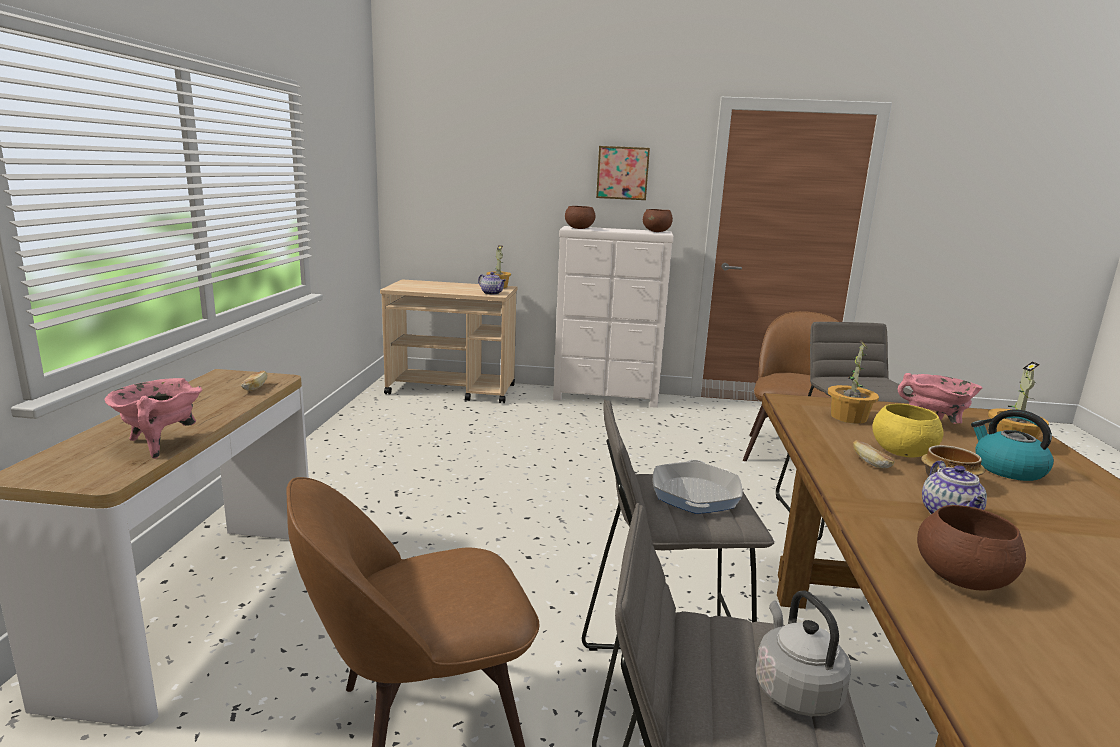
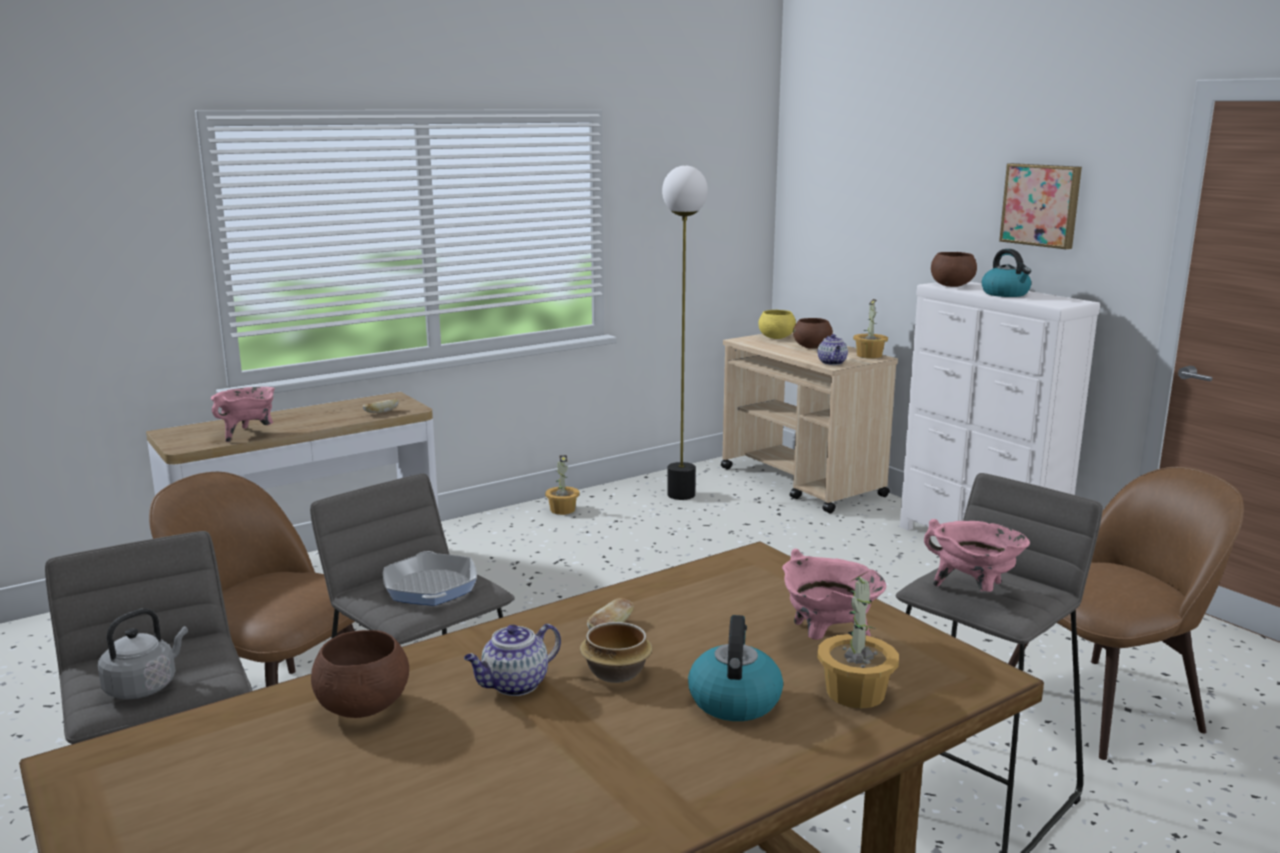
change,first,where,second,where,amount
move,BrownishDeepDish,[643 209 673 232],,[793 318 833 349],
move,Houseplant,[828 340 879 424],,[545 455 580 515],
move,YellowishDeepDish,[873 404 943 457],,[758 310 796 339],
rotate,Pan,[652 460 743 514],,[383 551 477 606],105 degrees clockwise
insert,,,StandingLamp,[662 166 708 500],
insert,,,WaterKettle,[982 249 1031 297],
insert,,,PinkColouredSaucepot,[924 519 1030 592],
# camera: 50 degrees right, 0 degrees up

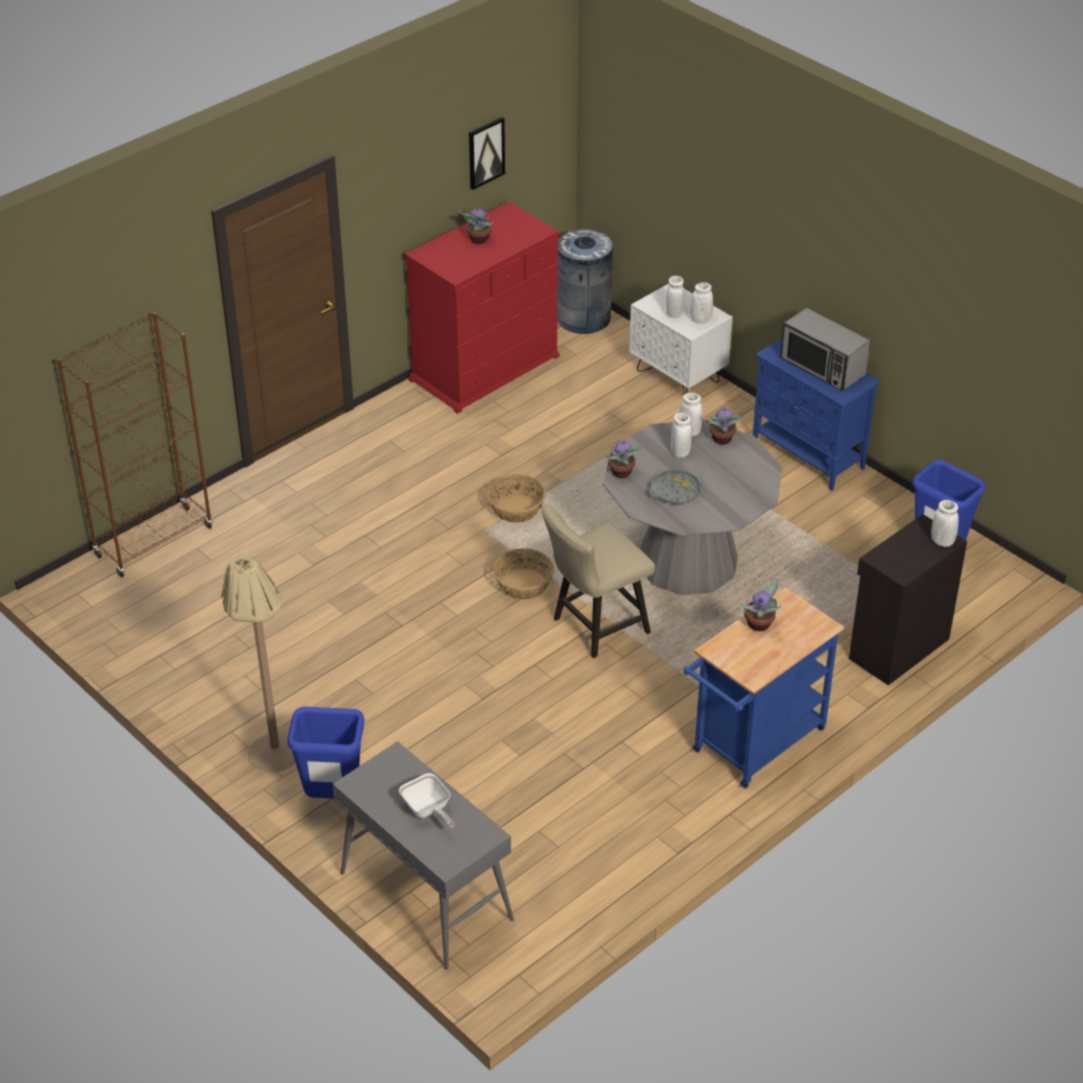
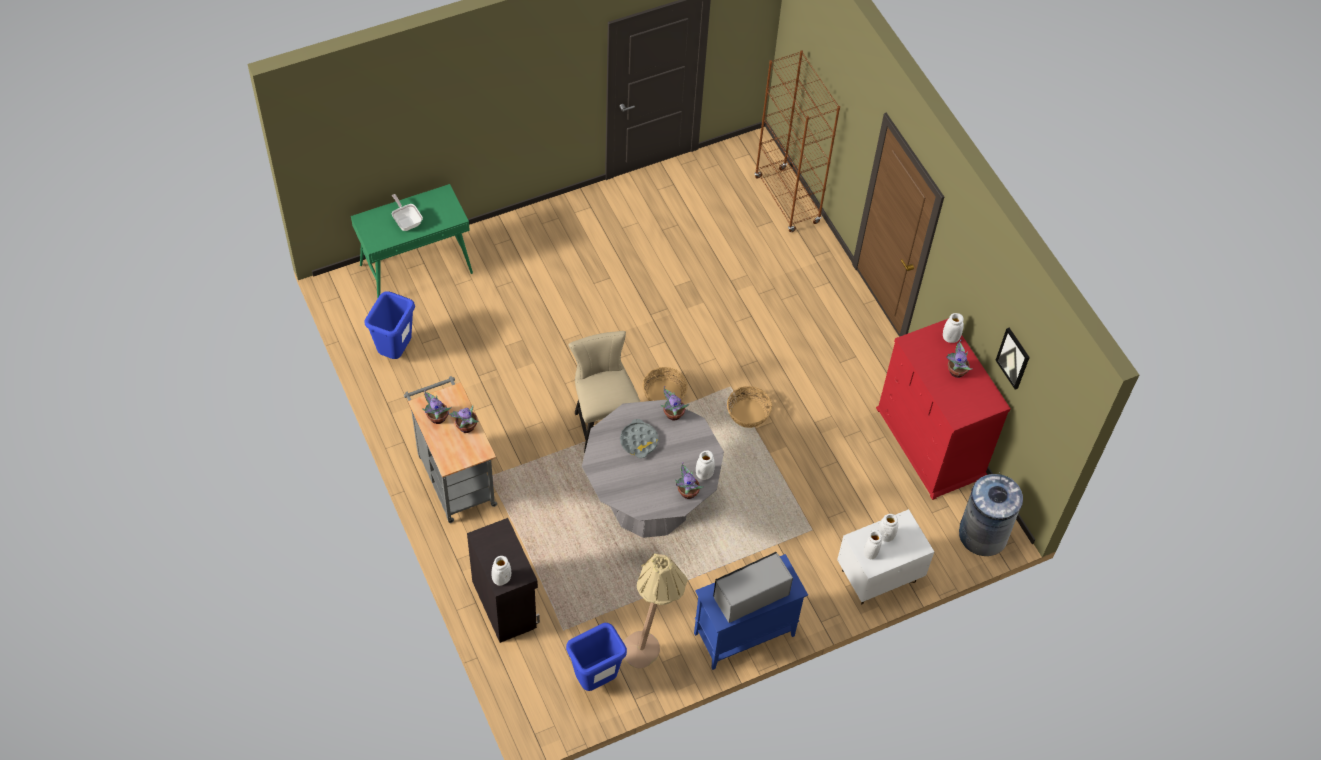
change,first,where,second,where,amount
move,WhitishFlowerVase,[671 412 691 457],,[943 313 964 343],
move,BeigeStandingLamp,[221 555 296 772],,[623 554 688 669],
recolor,BlueColouredTrolley,[683 587 844 788],GrayTrolley,[404 376 497 523],
move,BlueColouredTrashCan,[287 707 364 799],,[364 291 415 359],
recolor,GrayHallTable,[333 741 514 970],GreenColouredHallTable,[351 184 473 299],
rotate,Pan,[399 773 454 828],,[392 194 423 231],75 degrees clockwise
insert,,,Houseplant,[422 389 452 424],
# camera: 105 degrees right, 15 degrees up

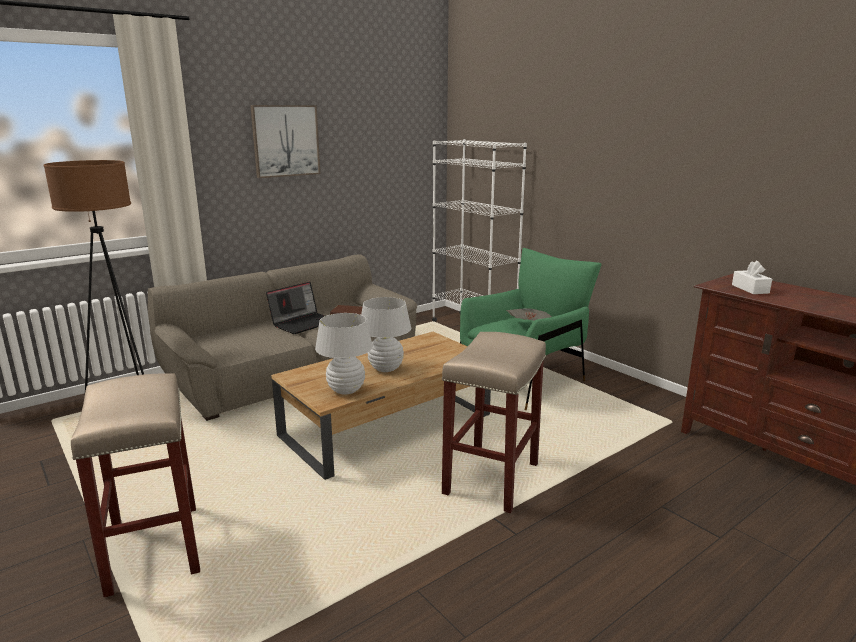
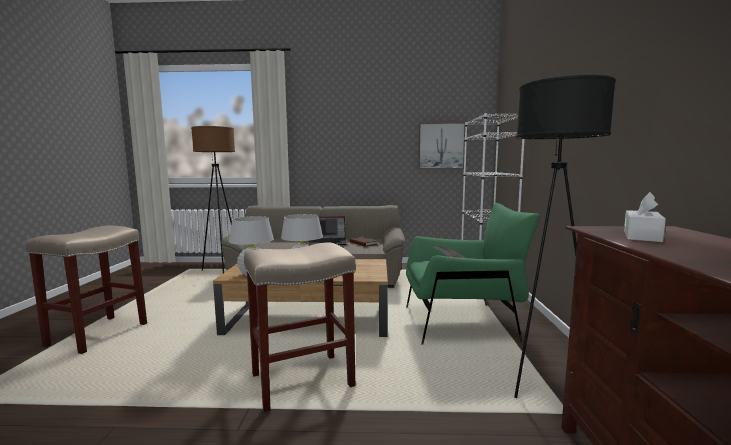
change,first,where,second,where,amount
move,WallArt,[250 105 321 178],,[418 122 465 169],
insert,,,BlackishStandingLamp,[514 75 616 398],
# camera: 40 degrees right, 10 degrees down

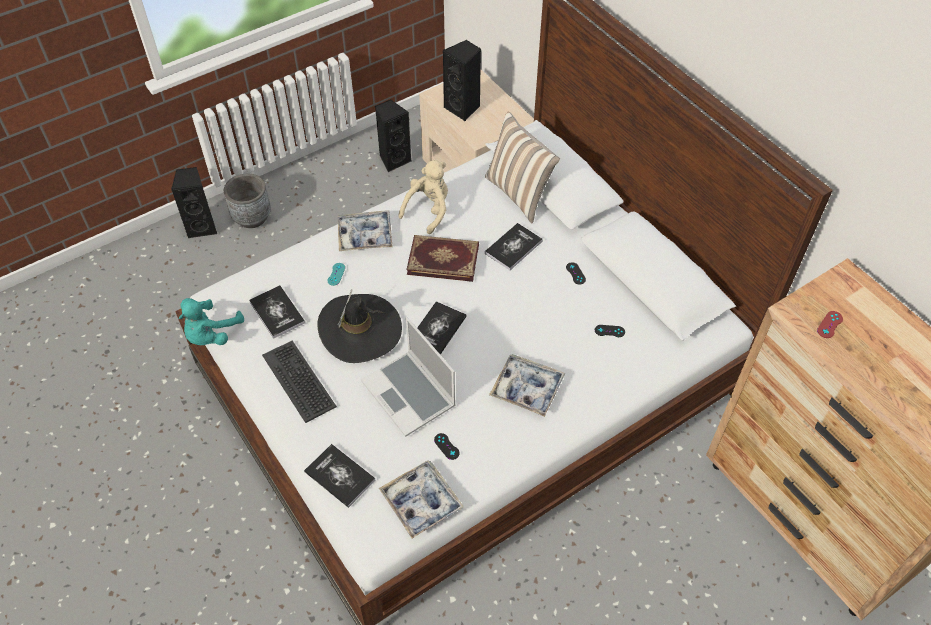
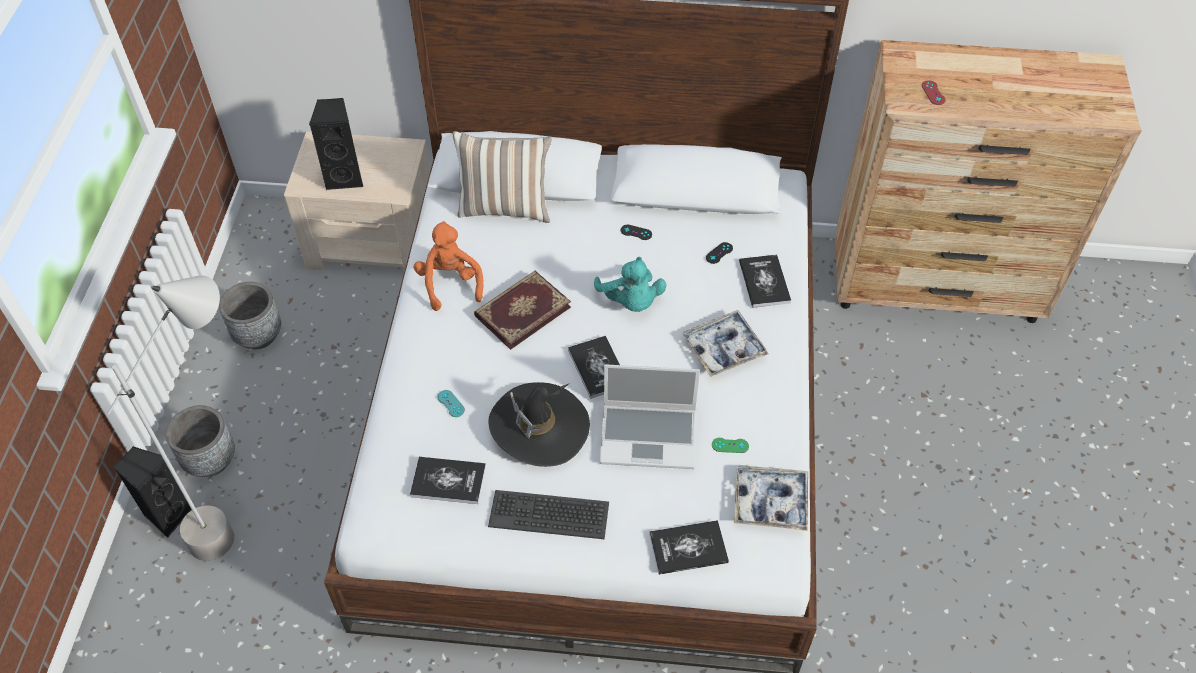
change,first,where,second,where,amount
delete,BlackishLoudspeaker,[375 99 411 172],,,
recolor,BeigeCuddlyToy,[398 160 448 234],OrangeyCuddlyToy,[414 221 483 311],
delete,Tray,[338 210 393 251],,,
move,Book,[485 223 543 270],,[739 254 791 308],
move,TurquoiseCuddlyToy,[179 298 244 345],,[594 257 666 312],
recolor,BlackishGameController,[434 433 460 460],GreenColouredGameController,[712 438 749 453],
insert,,,GrayStandingLamp,[107 275 234 561],
insert,,,GrayPlanter,[219 282 281 349],
# camera: 50 degrees left, 0 degrees up

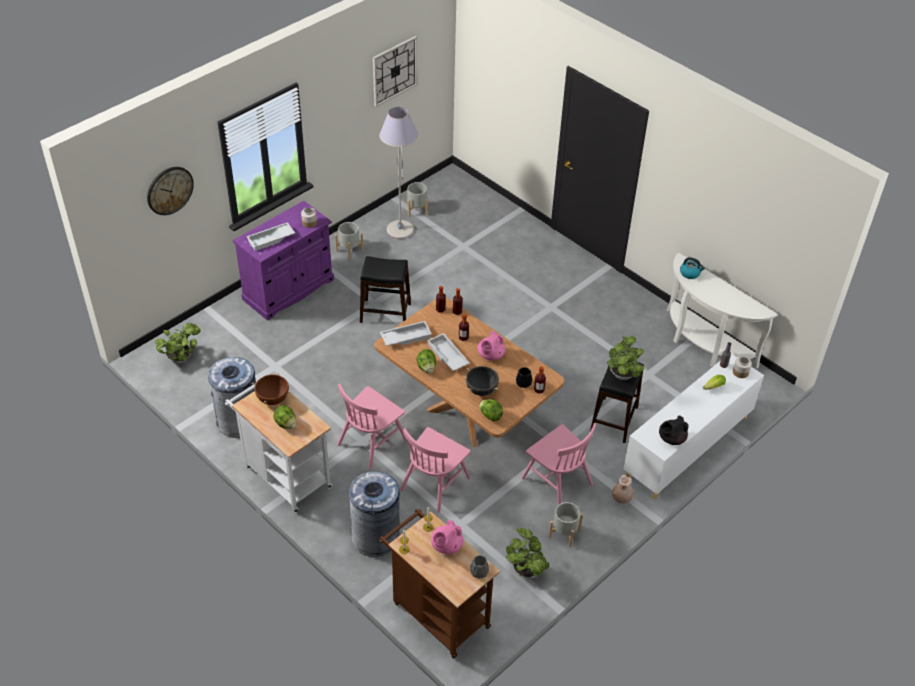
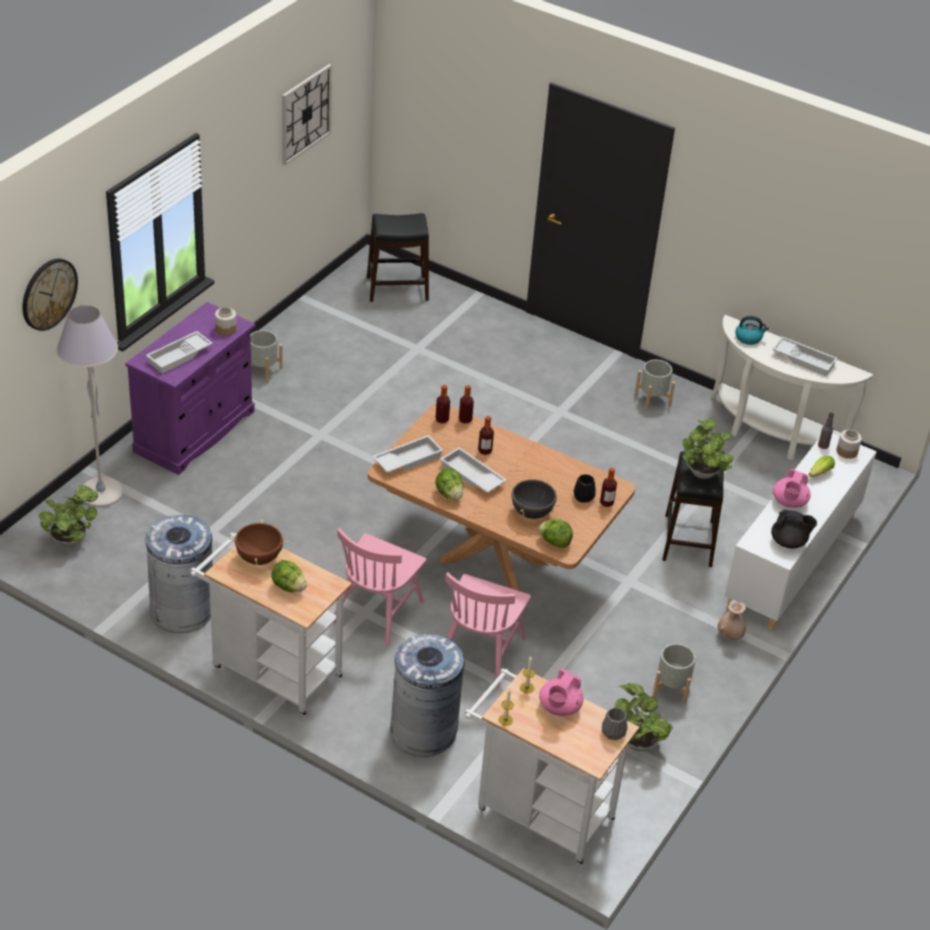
change,first,where,second,where,amount
move,GrayStandingLamp,[379 107 418 239],,[56 305 123 507],
move,GrayPlanter,[407 182 428 217],,[635 360 675 411],
move,BlackishStool,[360 256 411 323],,[367 213 429 302],
move,PinkColouredTeaPot,[477 331 505 360],,[773 469 810 508],
rotate,BlackishTeaPot,[659 415 688 445],,[771 509 817 549],120 degrees counterclockwise
delete,PinkColouredUprightChair,[521 423 596 505],,,
recolor,BrownishTrolley,[379 509 500 659],WhitishTrolley,[465 668 639 866],
insert,,,WhitishTray,[772 336 838 376],
# camera: 15 degrees left, 5 degrees down

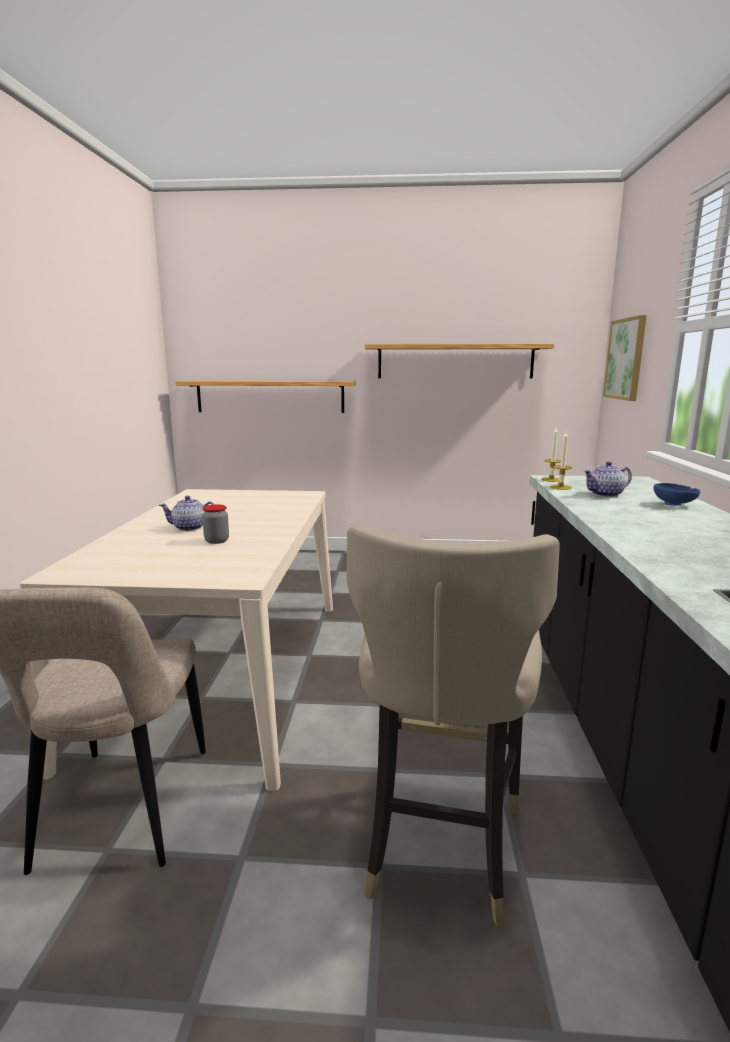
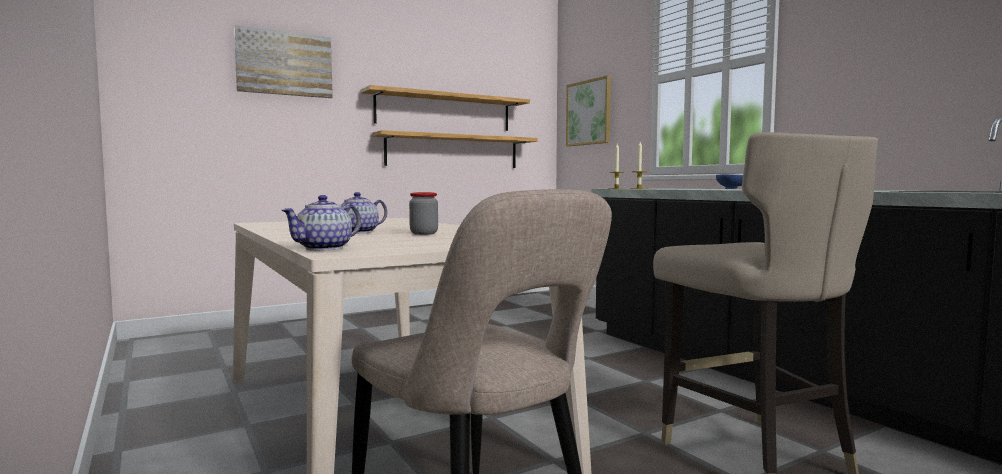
change,first,where,second,where,amount
move,Shelf,[175 381 356 413],,[372 130 538 168],
move,TeaPot,[583 461 632 497],,[281 195 361 250],
insert,,,WallArt,[234 25 333 98],
# camera: 35 degrees left, 10 degrees down

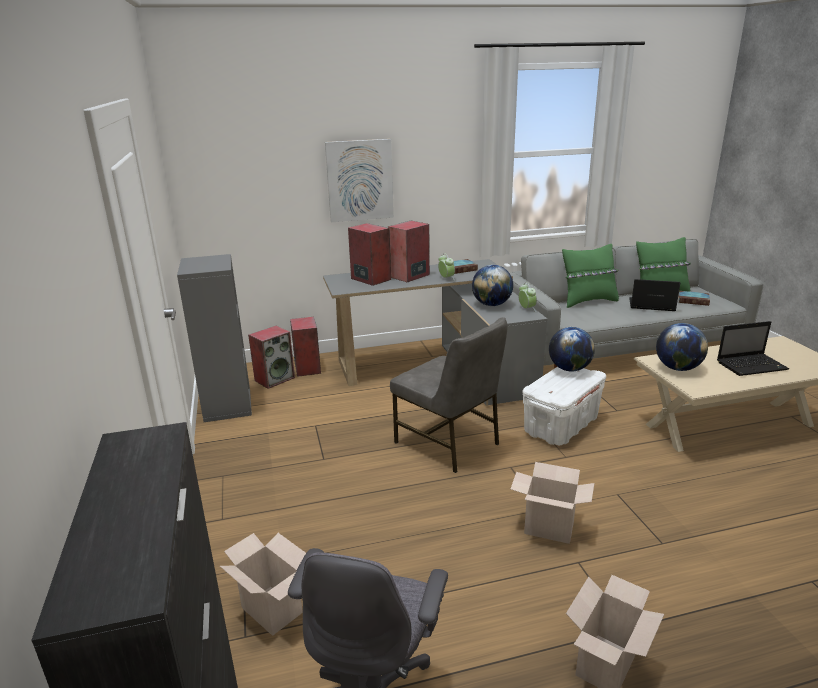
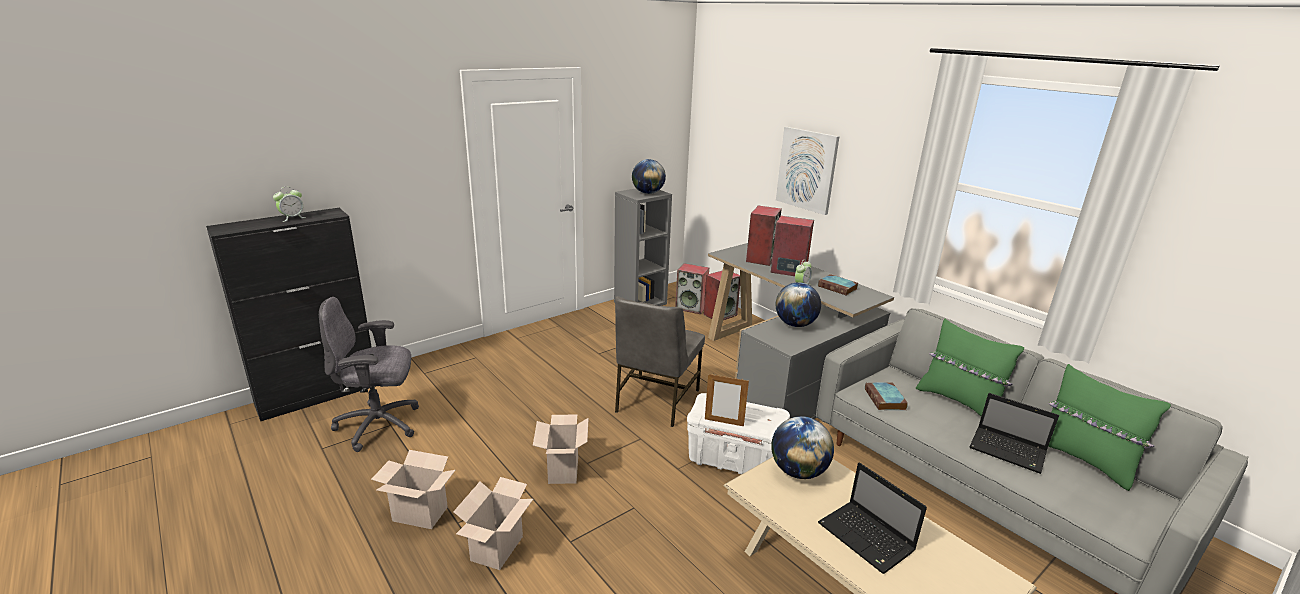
change,first,where,second,where,amount
rotate,Laptop,[629 279 681 311],,[970 393 1059 474],135 degrees clockwise
move,TableClock,[518 283 537 312],,[273 187 306 222],
move,Book,[679 291 710 306],,[865 383 908 410],
move,Globe,[549 327 595 371],,[632 159 666 194],
move,Carton,[220 533 306 636],,[453 477 533 570],
insert,,,PictureFrame,[705 373 749 426],
# camera: 65 degrees right, 0 degrees up

